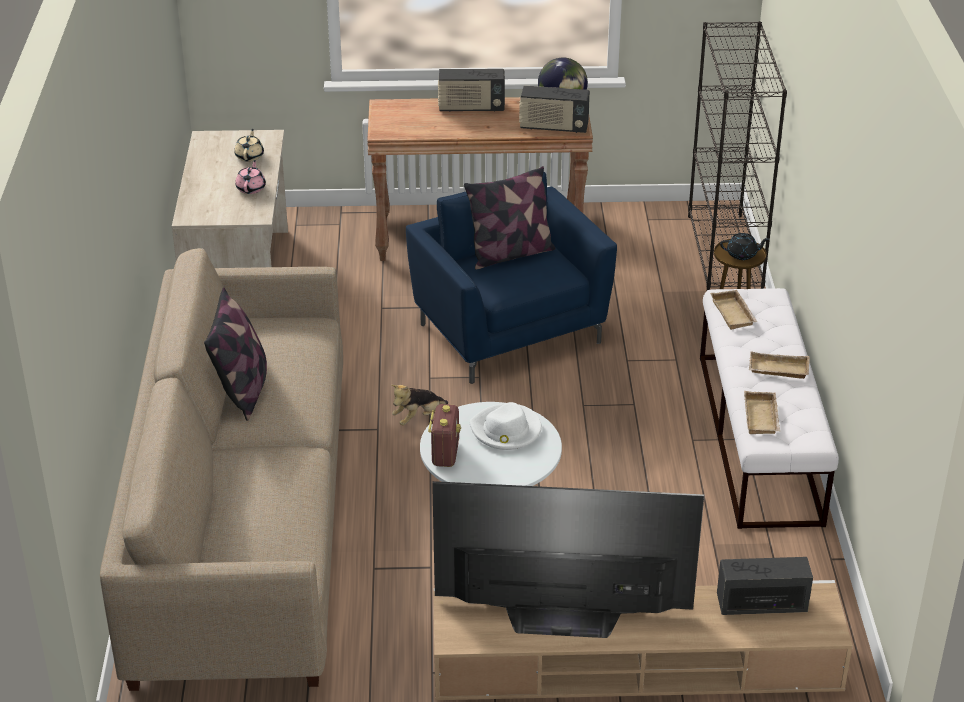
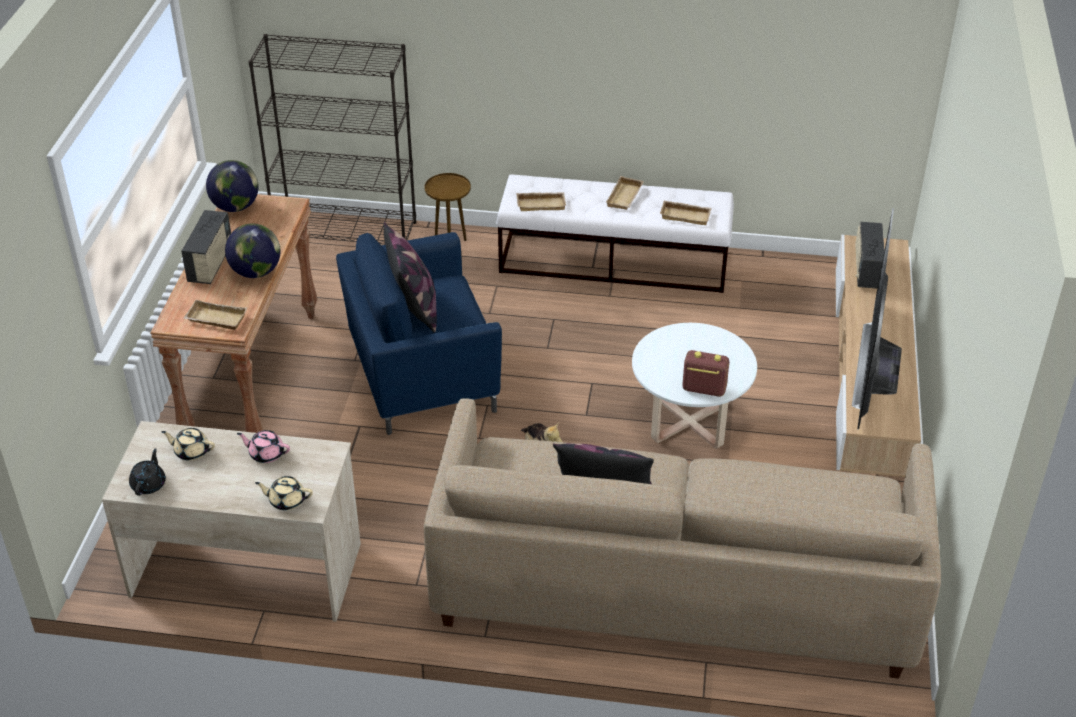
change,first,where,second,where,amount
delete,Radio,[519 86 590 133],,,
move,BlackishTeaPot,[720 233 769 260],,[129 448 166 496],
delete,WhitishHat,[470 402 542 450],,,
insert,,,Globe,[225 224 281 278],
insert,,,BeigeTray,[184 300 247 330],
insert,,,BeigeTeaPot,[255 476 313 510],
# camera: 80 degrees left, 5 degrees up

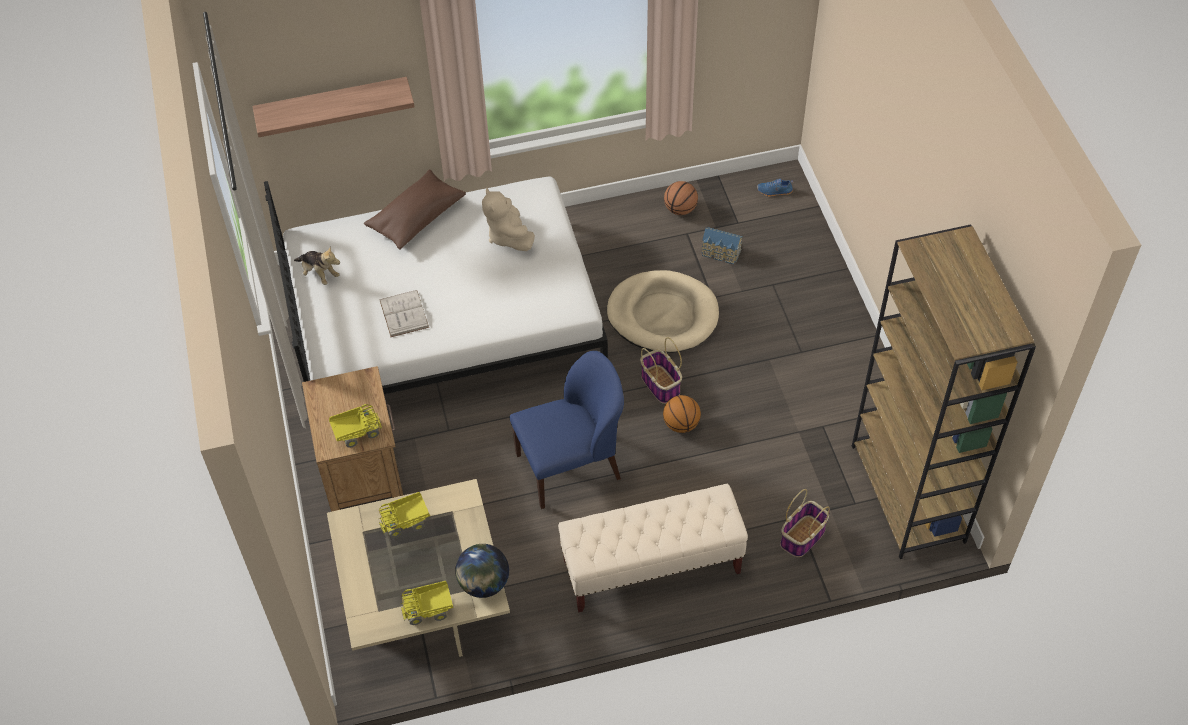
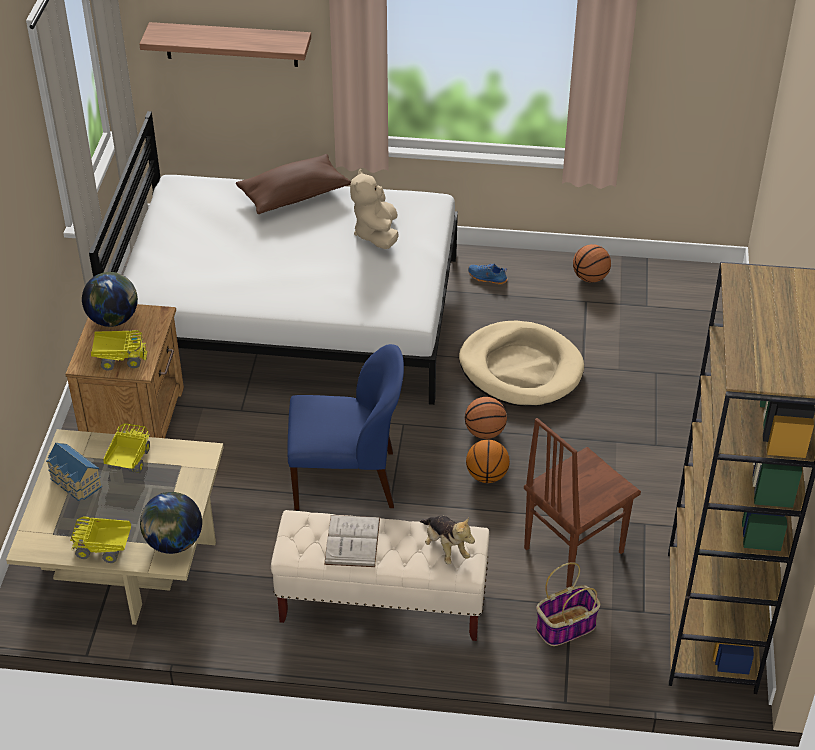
change,first,where,second,where,amount
move,BlueColouredShoe,[757 179 794 197],,[468 264 508 285],
move,ModelHouse,[702 227 743 264],,[46 443 102 501],
move,CuddlyToy,[294 246 340 285],,[420 516 475 565],
move,WhitishBook,[380 290 429 337],,[324 515 380 567],
replace,Basket,[640 338 682 404],Basketball,[465 397 507 439],
rotate,ModelTruck,[379 492 430 538],,[103 423 150 473],105 degrees clockwise
insert,,,Globe,[82 272 138 327],
insert,,,BrownishUprightChair,[524 418 641 588],
# camera: 20 degrees right, 10 degrees down

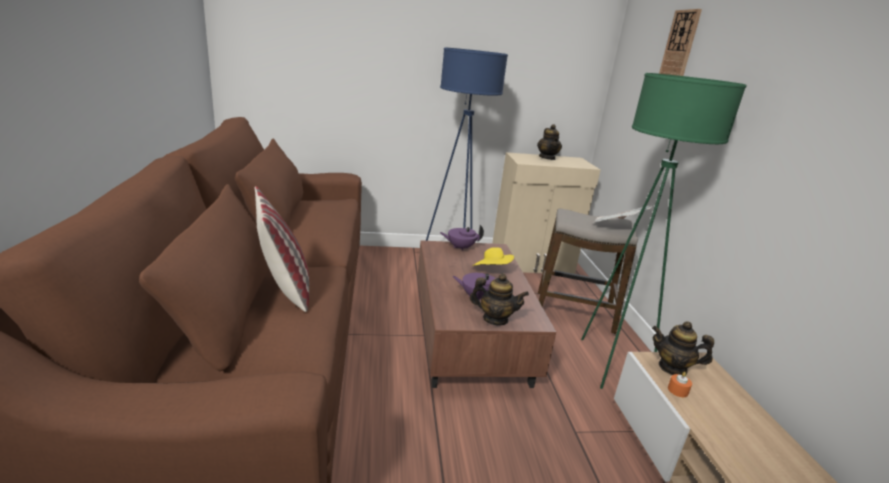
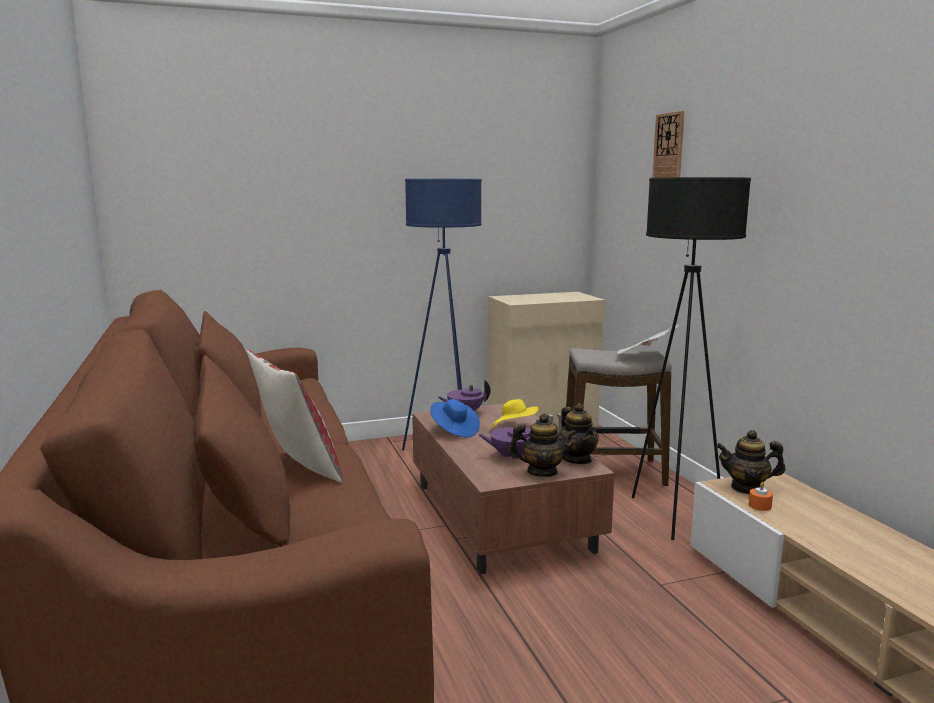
change,first,where,second,where,amount
recolor,GreenColouredStandingLamp,[581 73 747 389],BlackishStandingLamp,[632 177 751 540],
move,TeaPot,[537 124 562 160],,[557 403 599 464],
insert,,,BlueColouredHat,[430 399 480 438],
# camera: 10 degrees left, 10 degrees down

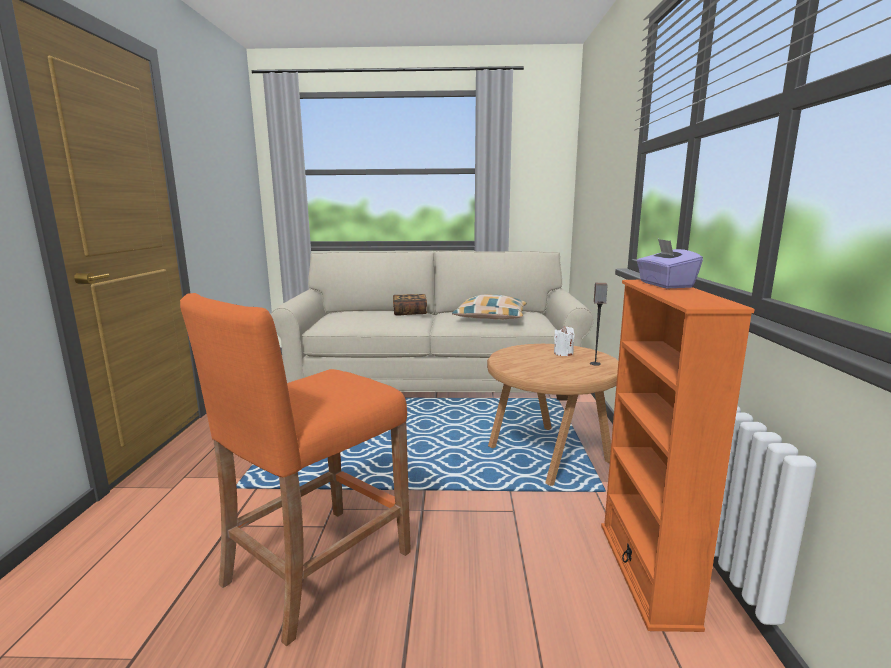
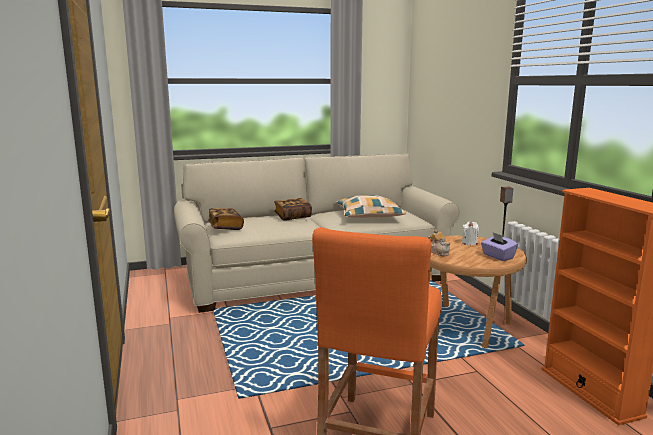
change,first,where,second,where,amount
move,PurplishTissueBox,[637 239 703 288],,[481 232 518 261],
insert,,,Book,[208 208 244 230],
insert,,,TeaPot,[428 229 451 256],
# camera: 20 degrees left, 0 degrees up

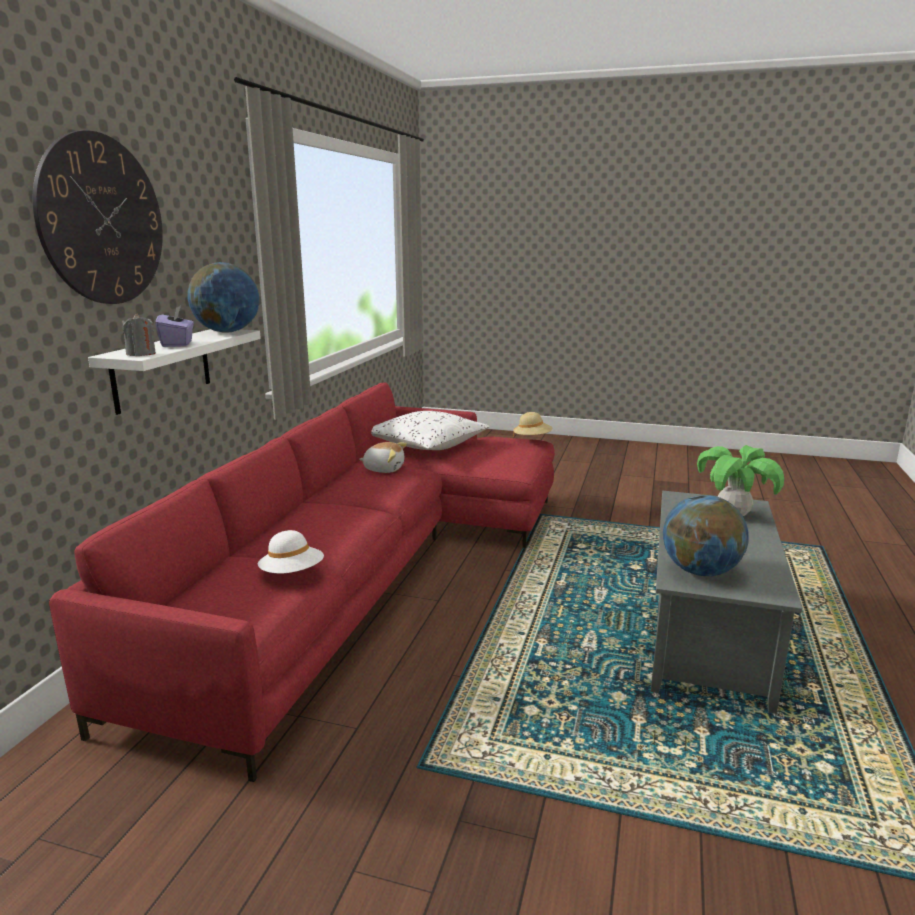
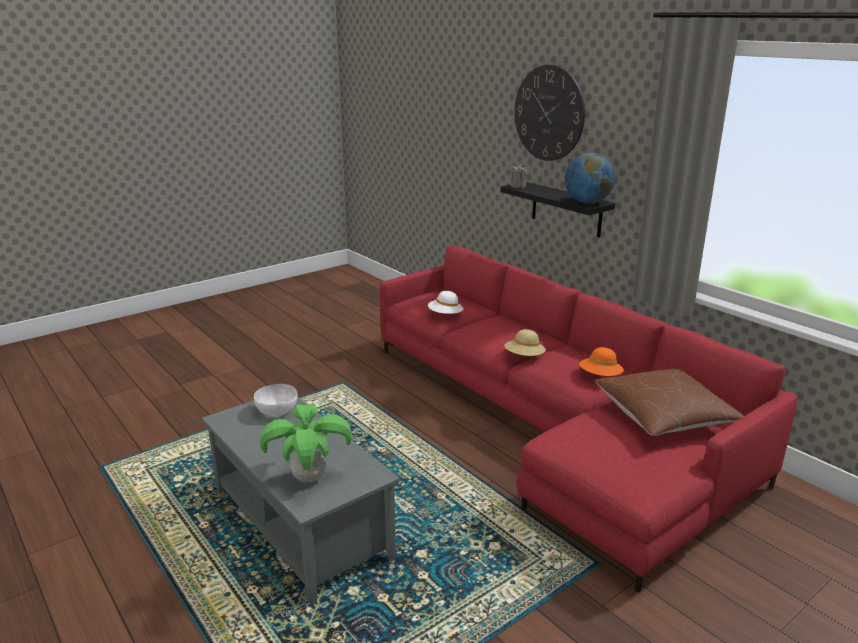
change,first,where,second,where,amount
delete,PurplishTissueBox,[155 305 194 347],,,
recolor,WhitishShelf,[88 329 261 415],BlackishShelf,[500 182 615 238],
recolor,WhitishCushion,[371 411 489 450],BrownishCushion,[594 368 744 436],
move,BeigeHat,[513 412 552 437],,[504 329 546 356],
replace,CuddlyToy,[359 442 407 473],OrangeyHat,[579 347 624 376],
replace,Globe,[663 495 749 576],WhitishDeepDish,[254 384 298 416],
# camera: 125 degrees right, 5 degrees up

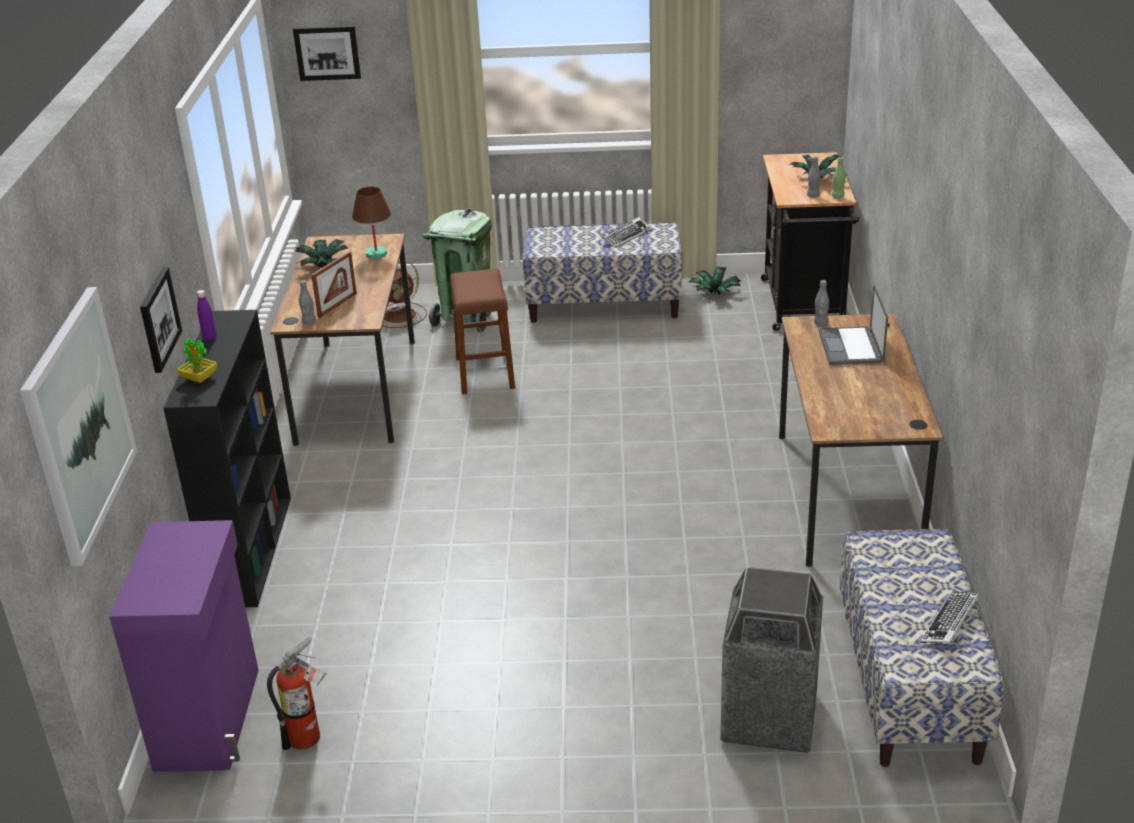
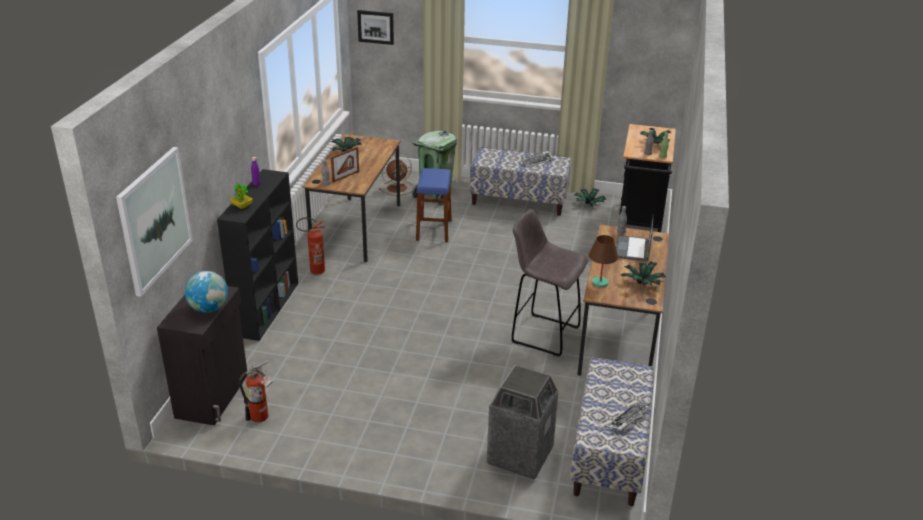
change,first,where,second,where,amount
move,BrownishLampForATable,[352 187 391 259],,[589 235 618 287],
delete,WallArt,[140 267 182 373],,,
recolor,BrownishStool,[450 269 515 394],BlueColouredStool,[416 168 451 242],
recolor,PurplishStorageCabinet,[109 520 259 772],BlackishStorageCabinet,[157 286 248 425],
insert,,,GrayStool,[511 209 588 357],
insert,,,FireFightingCylinder,[296 217 325 275],
insert,,,Houseplant,[621 261 666 286],
insert,,,Globe,[185 271 228 313],
# camera: 10 degrees right, 0 degrees up

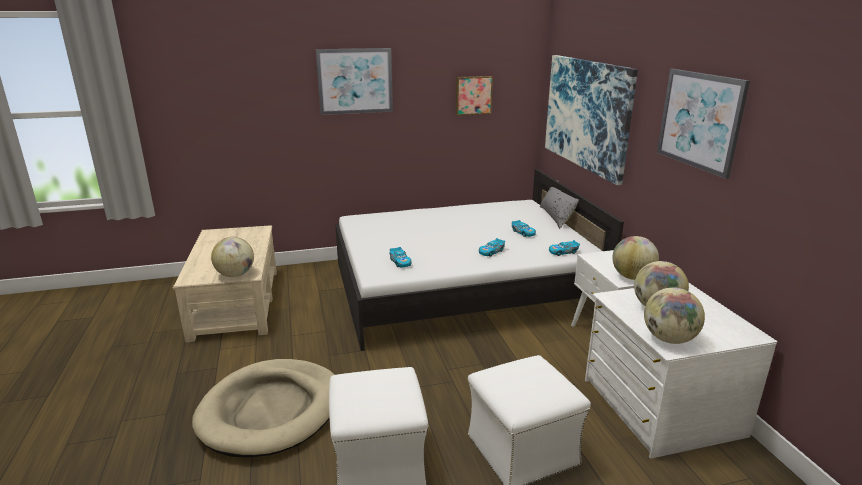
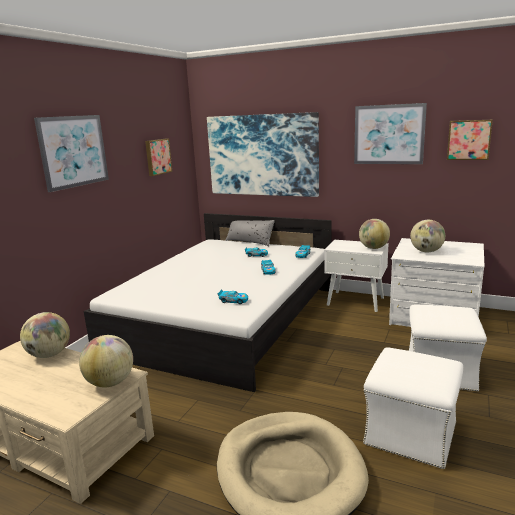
change,first,where,second,where,amount
move,Globe,[644 287 705 344],,[20 312 70 358],
insert,,,WallArt,[447 120 493 160],
# camera: 50 degrees left, 5 degrees down

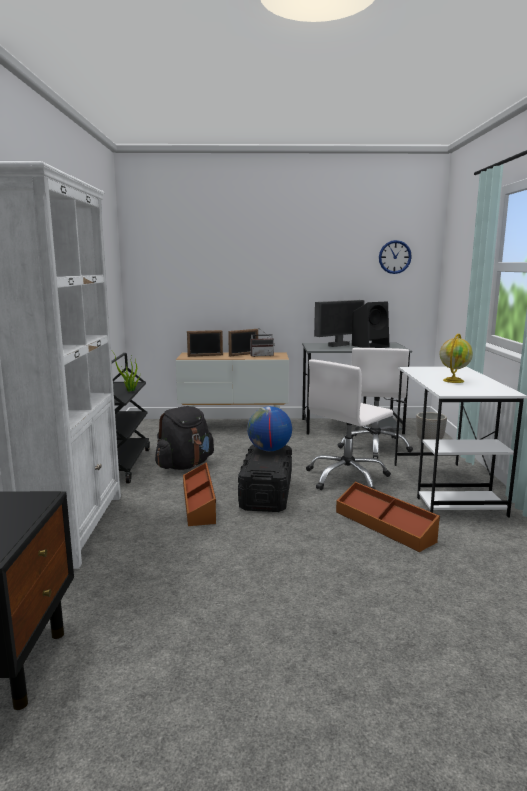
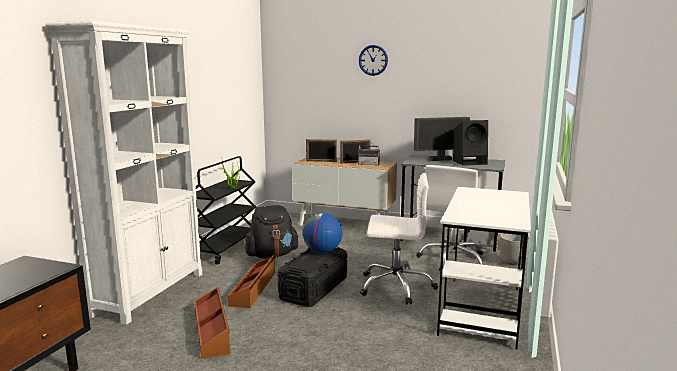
change,first,where,second,where,amount
move,HangingClock,[379 240 412 274],,[359 45 388 76],
delete,Globe,[440 334 473 383],,,
rotate,WhitishDeskChair,[306 359 393 490],,[360 173 438 305],150 degrees counterclockwise
move,BrownishStorageContainer,[336 482 440 552],,[195 287 230 359],
# camera: 20 degrees right, 0 degrees up

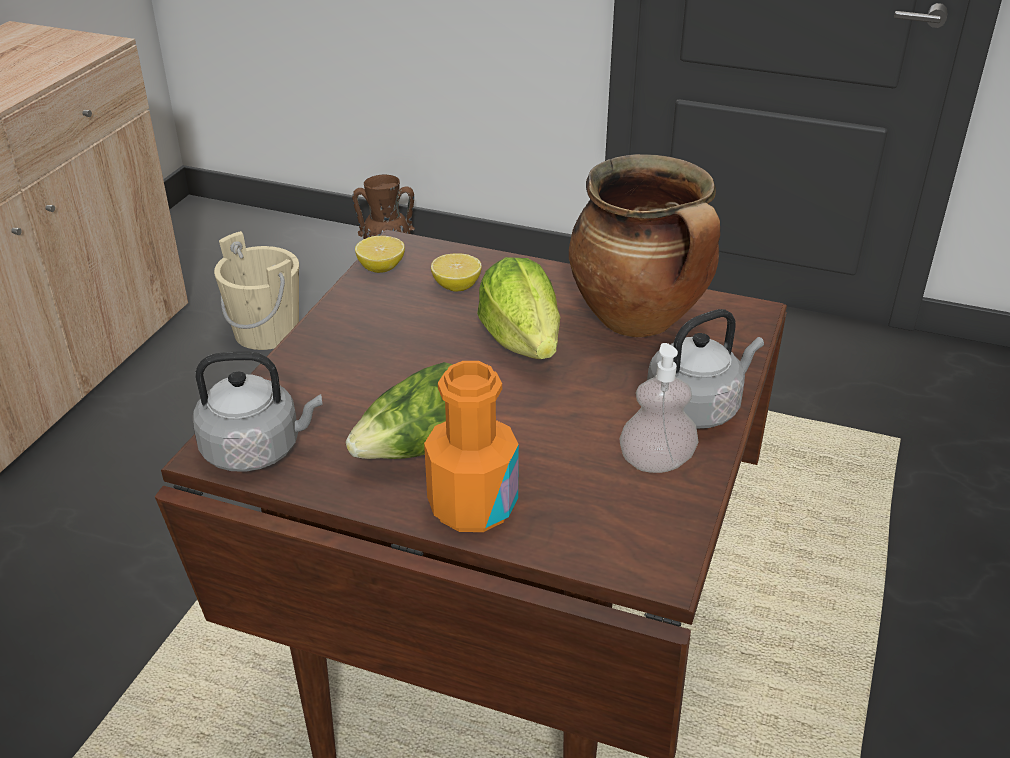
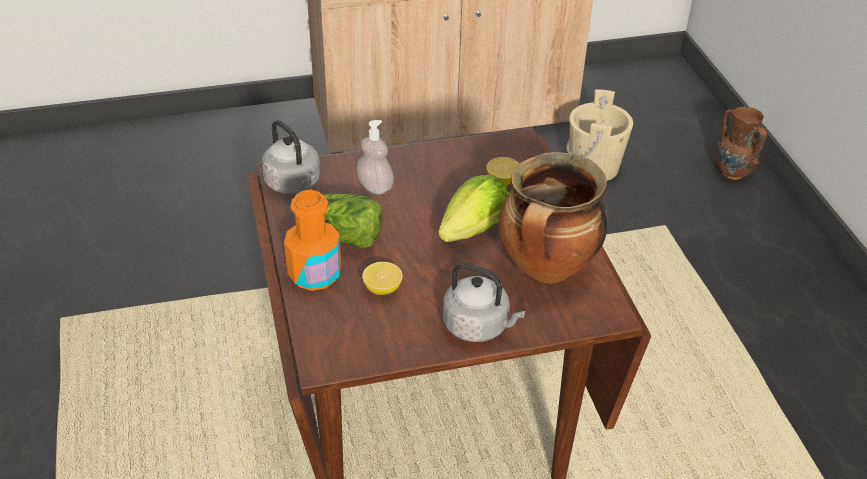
change,first,where,second,where,amount
move,WholeLemon,[355 236 405 273],,[362 262 403 295],
move,LiquidSoapBottle,[619 343 699 473],,[356 120 394 194],
# camera: 55 degrees right, 5 degrees up

